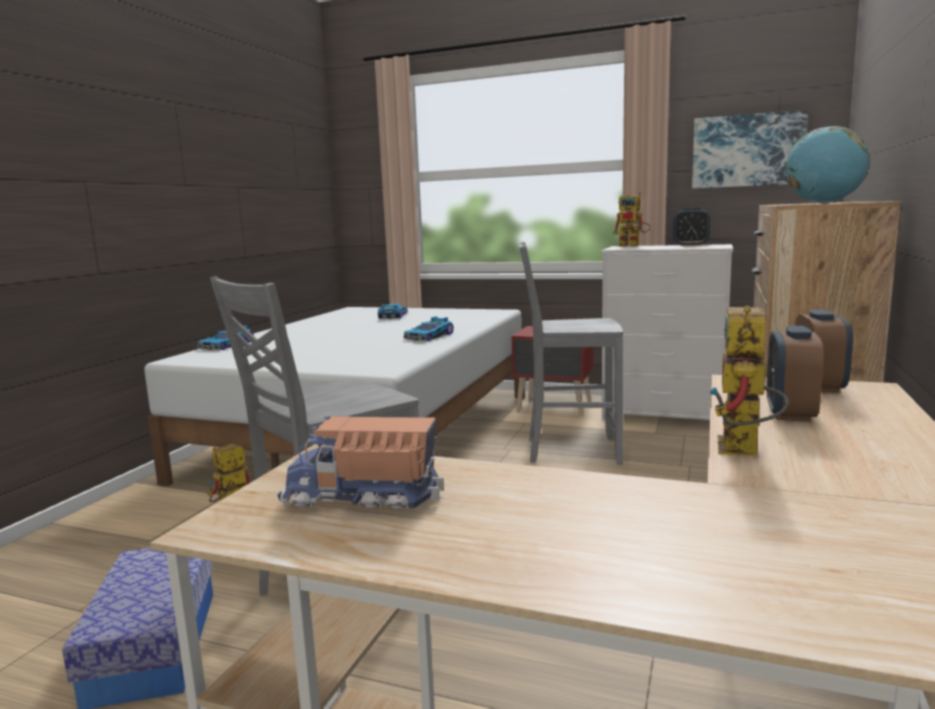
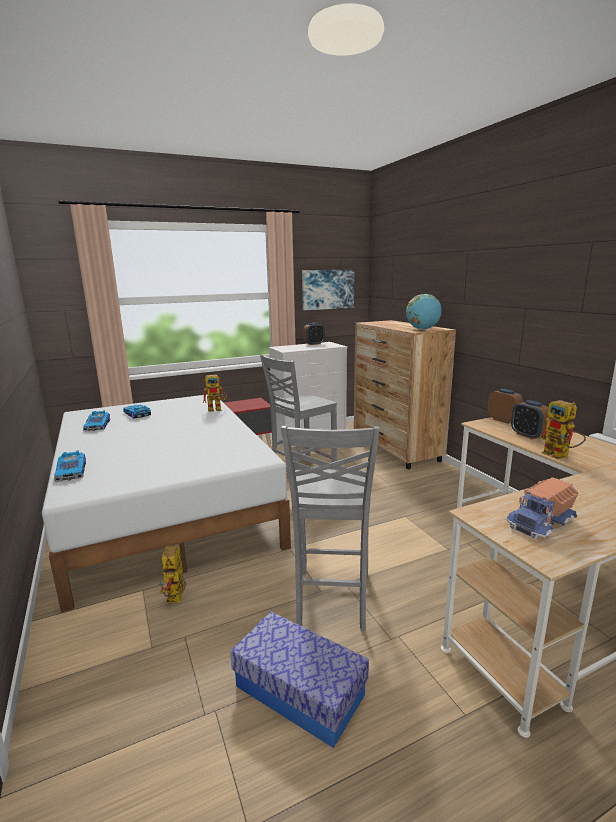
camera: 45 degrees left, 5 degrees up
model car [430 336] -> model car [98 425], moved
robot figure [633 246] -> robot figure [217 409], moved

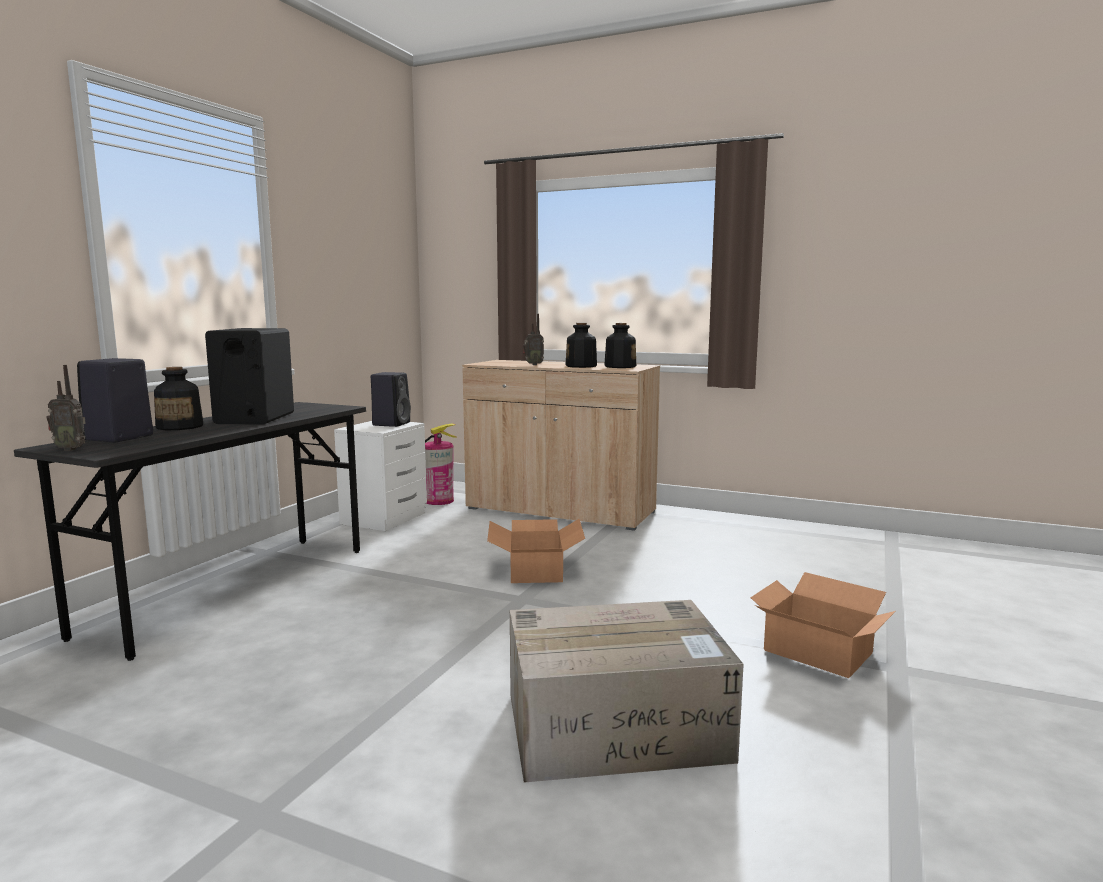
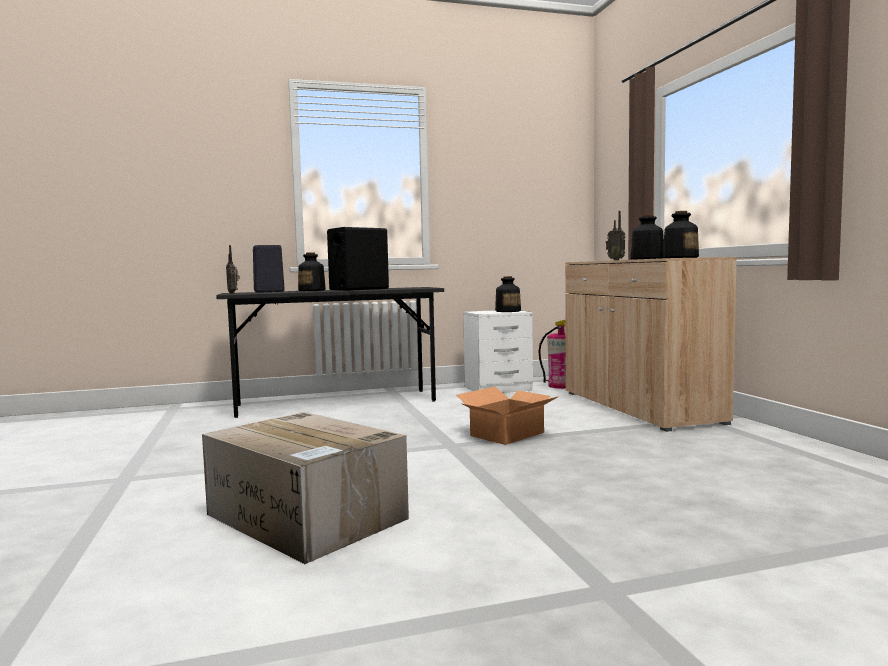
camera: 50 degrees right, 5 degrees down
packing box [818 652] -> none
blackish speaker [391 424] -> drink bottle [508 311]

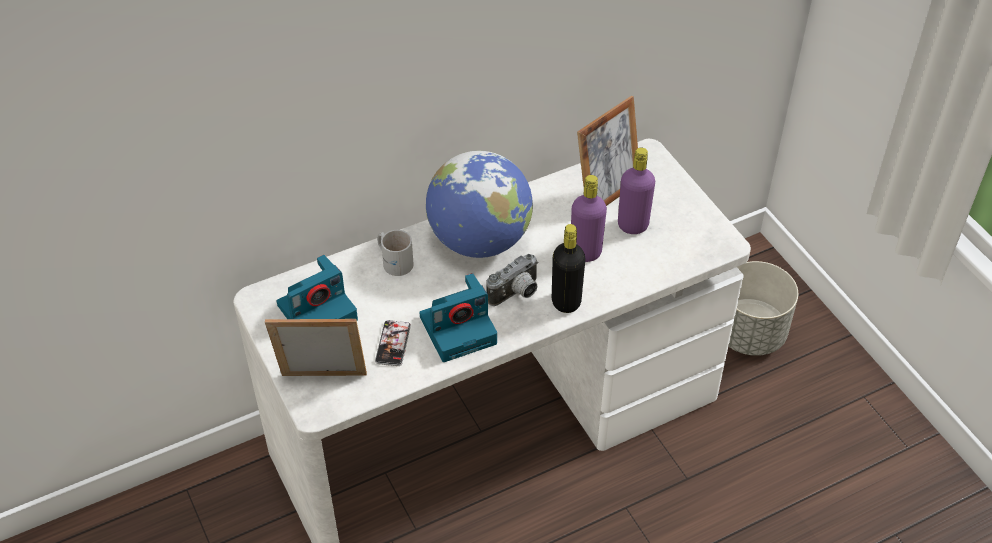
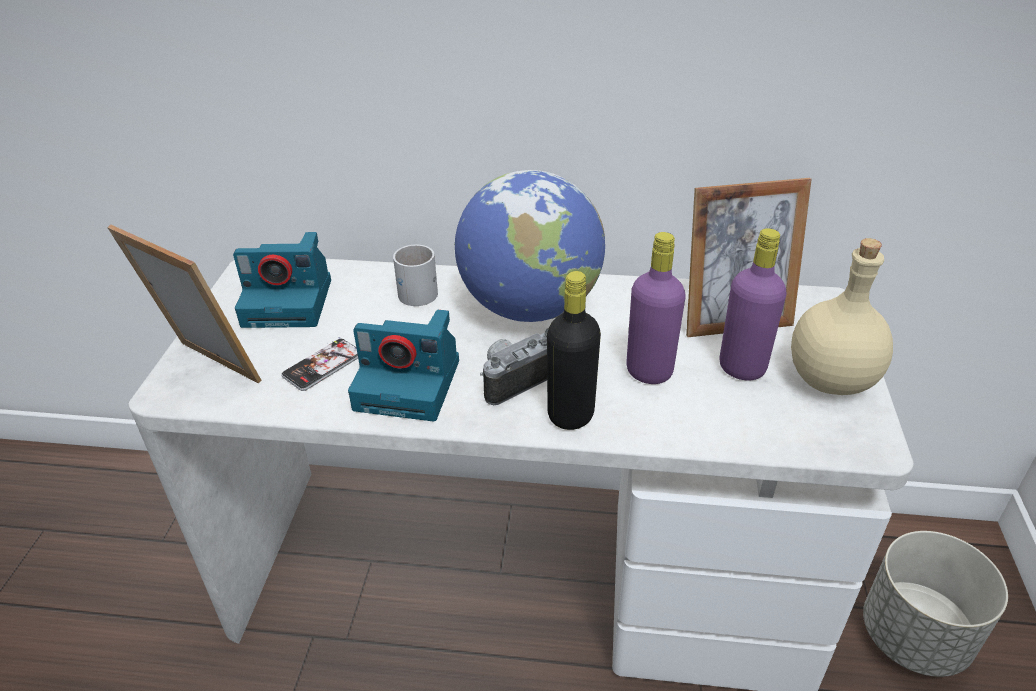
camera: 35 degrees right, 10 degrees down
none -> sand-coloured drink bottle [828 379]
photo camera [516 294] -> photo camera [516 378], 150 degrees clockwise

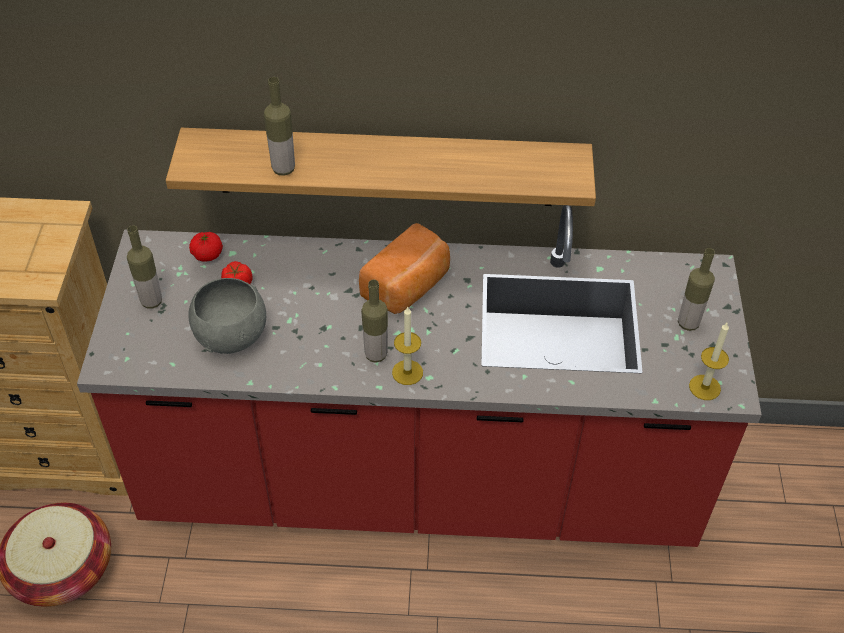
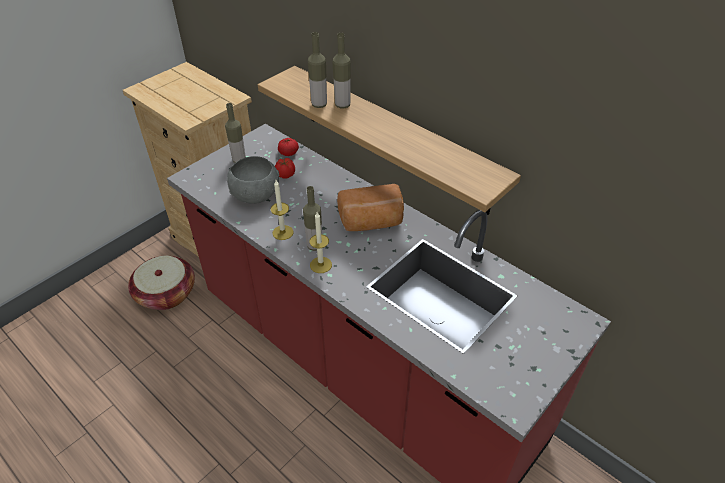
camera: 40 degrees right, 5 degrees down
drink bottle [688 323] -> drink bottle [342 105], moved
wax light [704 387] -> wax light [283 232], moved

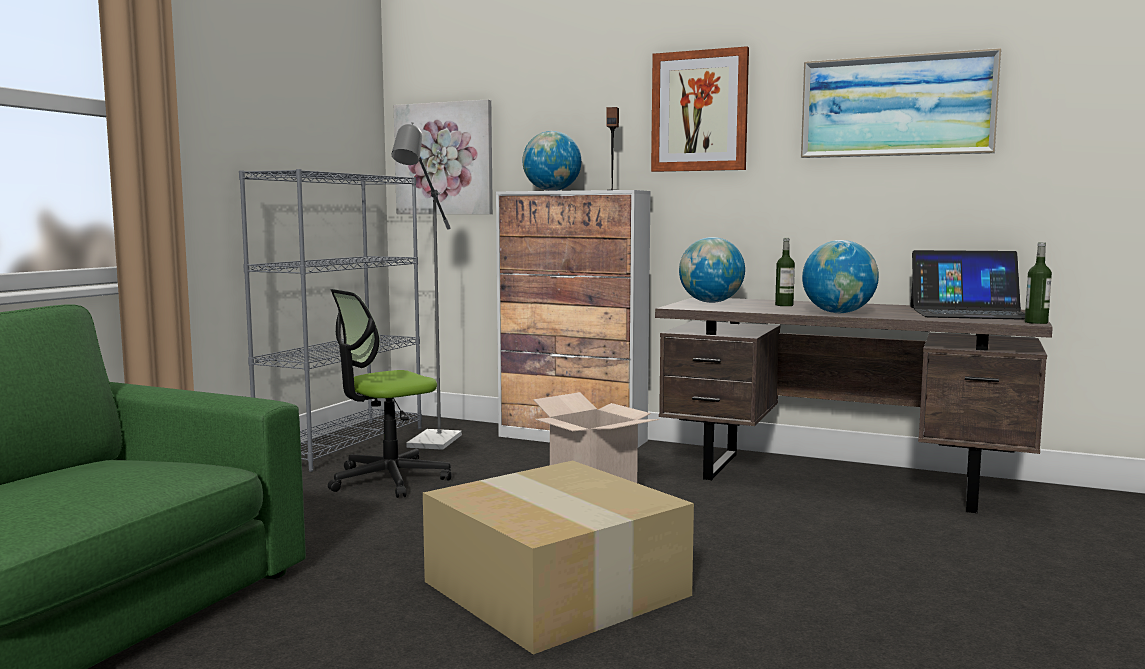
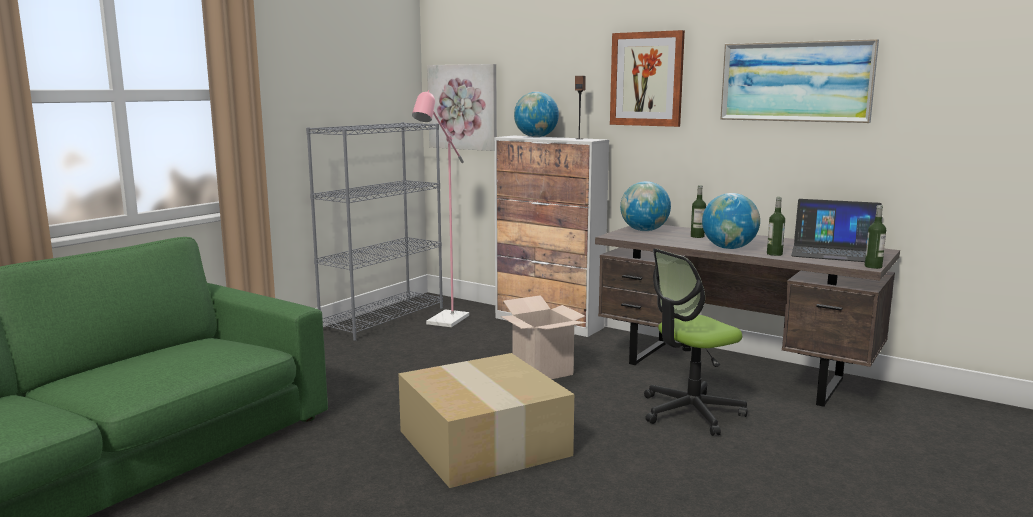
camera: 10 degrees right, 5 degrees up
none -> drink bottle [774 254]
computer chair [388 480] -> computer chair [690 412], moved
greyish floor lamp [430 444] -> pinkish floor lamp [444 322]

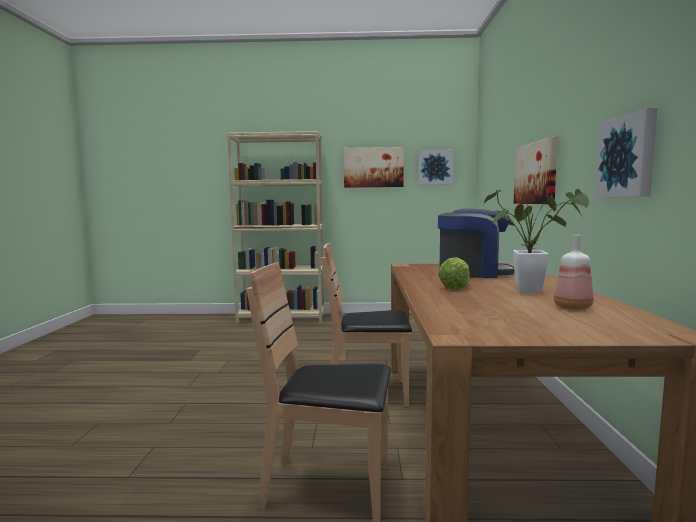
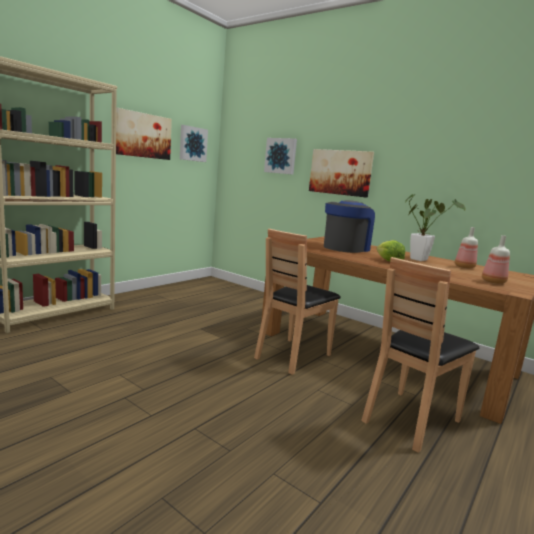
camera: 55 degrees left, 5 degrees up
none -> drink bottle [492 282]
wall picture [628 157] -> wall picture [281 156], moved

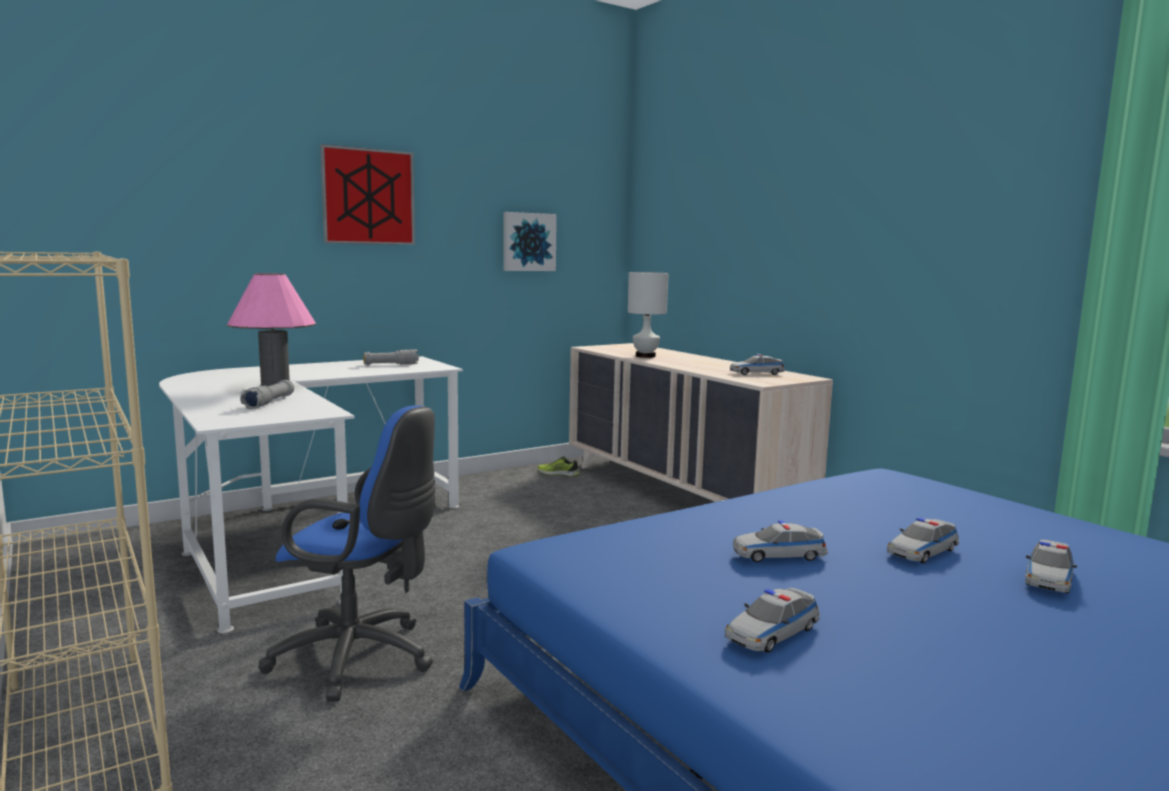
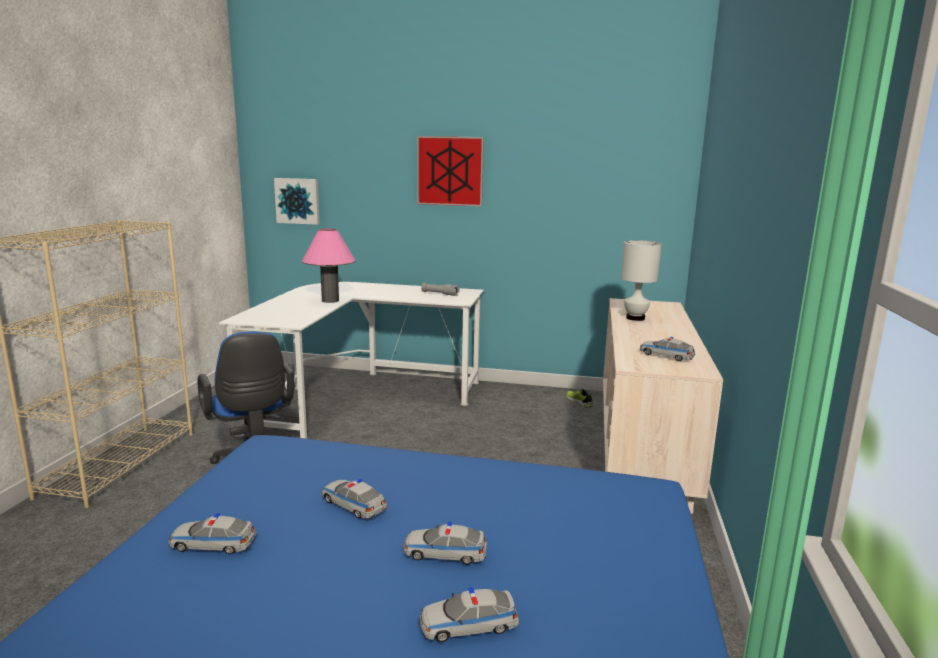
camera: 45 degrees right, 5 degrees up
greyish hand torch [269 403] -> none
wall picture [528 242] -> wall picture [298 201], moved

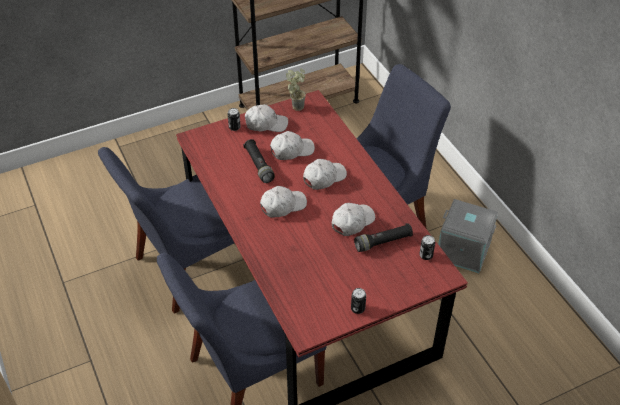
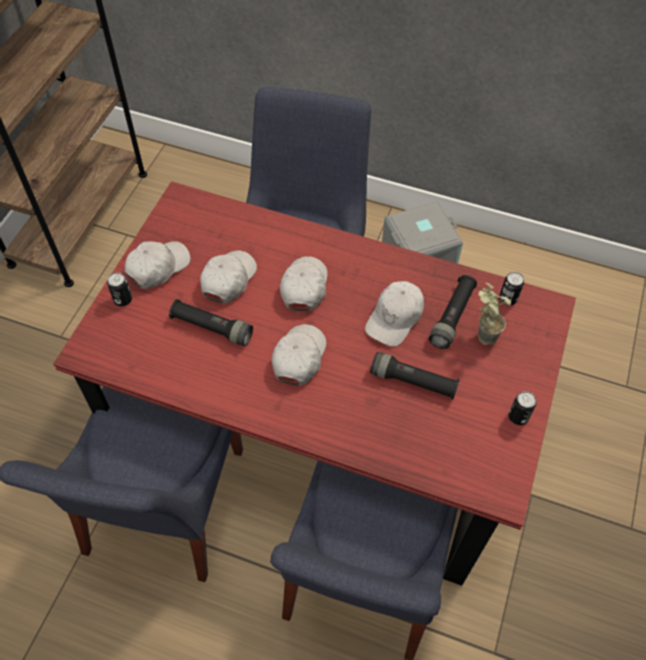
camera: 45 degrees left, 10 degrees up
none -> blackish hand torch [413 382]
potted plant [297 105] -> potted plant [481 334], moved
white baseball cap [352 222] -> white baseball cap [395 318], 150 degrees counterclockwise

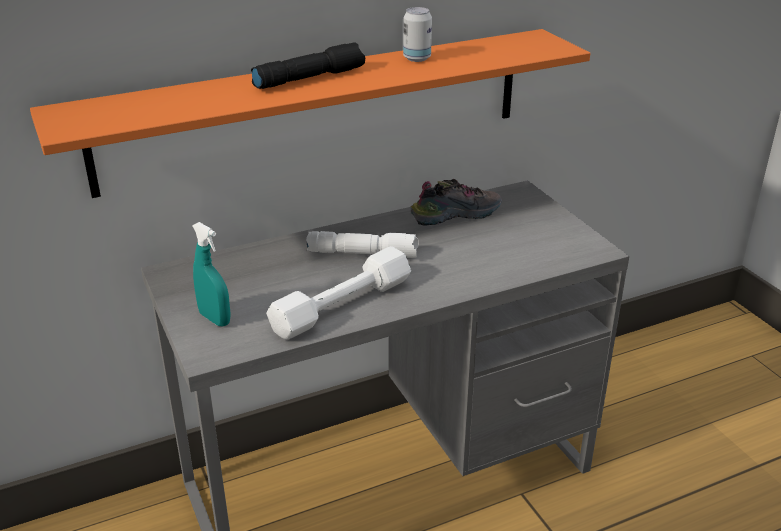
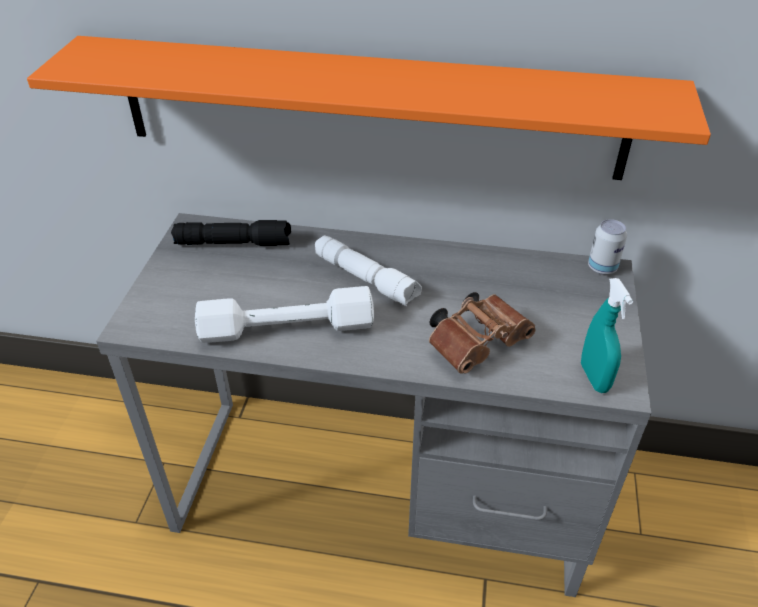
camera: 35 degrees right, 10 degrees up
low shoe [456 215] -> none
none -> brown field glasses [479 342]
turquoise-coloured spray bottle [215 319] -> turquoise-coloured spray bottle [594 378], moved
blackish hand torch [309 78] -> blackish hand torch [234 242], moved
can [417 58] -> can [602 268], moved

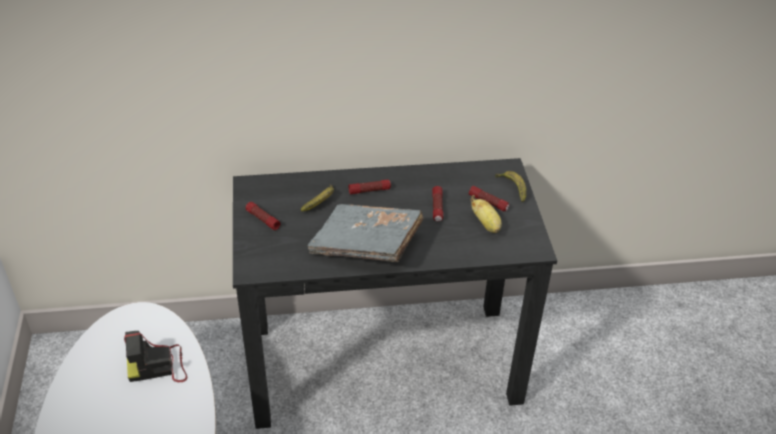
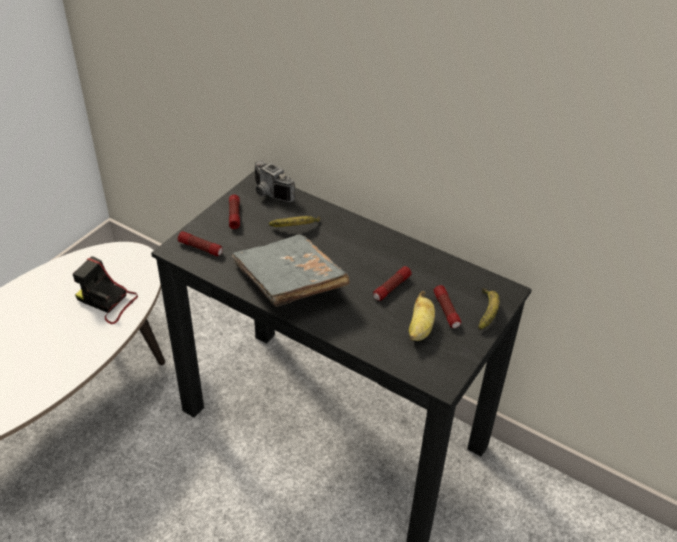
camera: 40 degrees right, 0 degrees up
none -> photo camera [269 194]
hand torch [369 190] -> hand torch [200 248], moved

